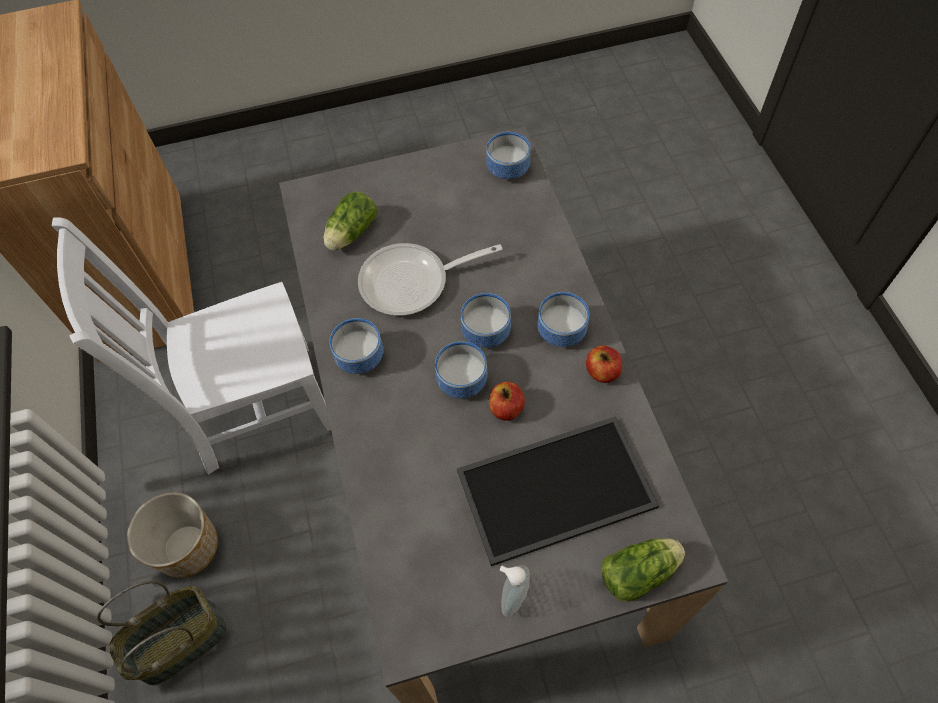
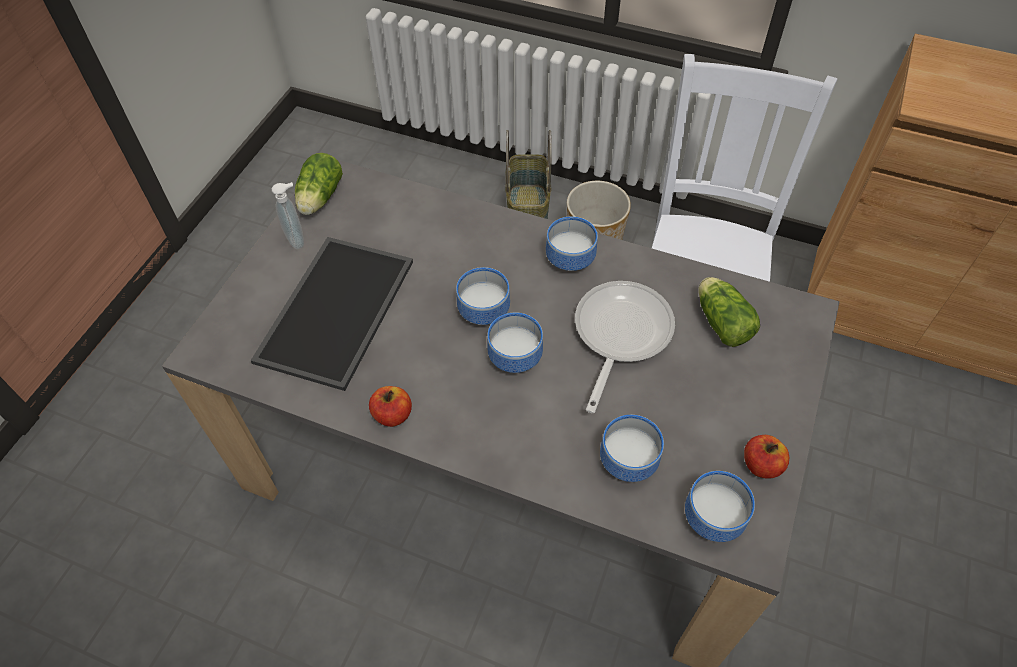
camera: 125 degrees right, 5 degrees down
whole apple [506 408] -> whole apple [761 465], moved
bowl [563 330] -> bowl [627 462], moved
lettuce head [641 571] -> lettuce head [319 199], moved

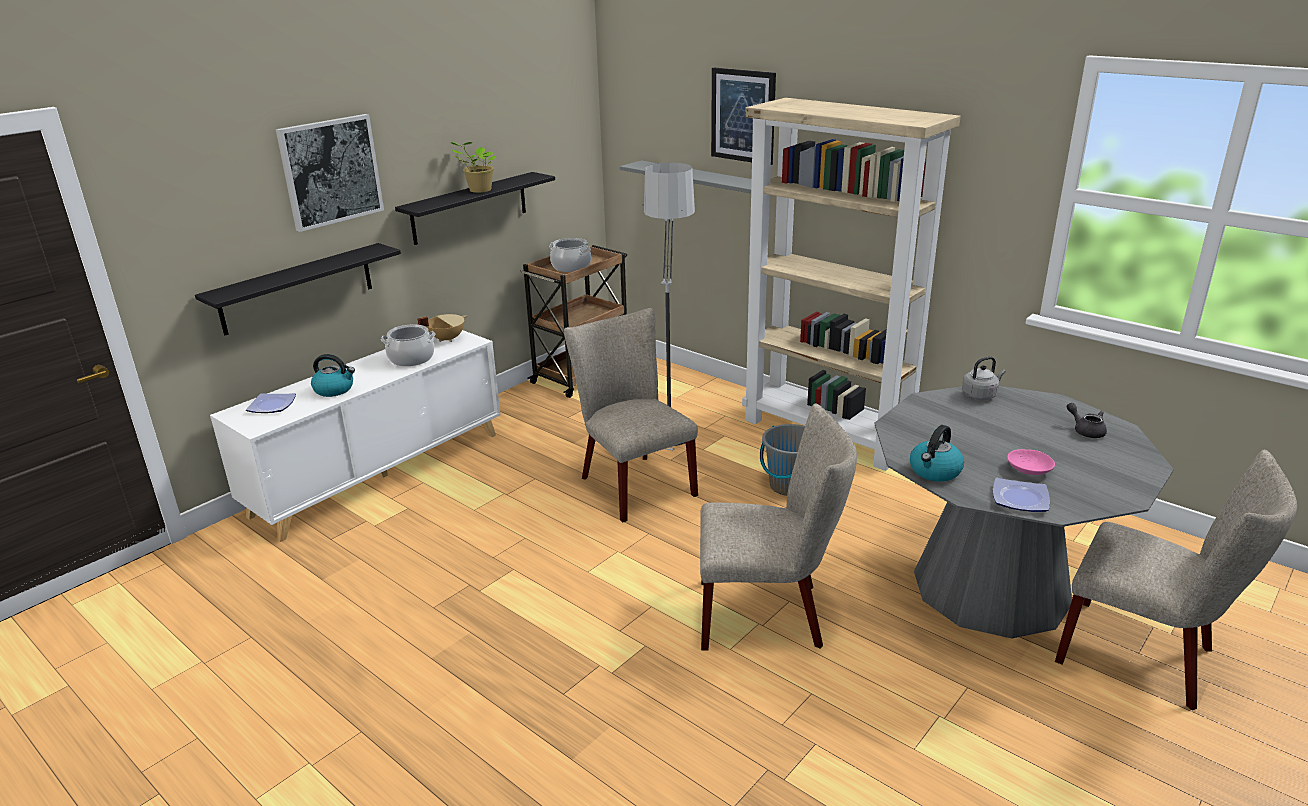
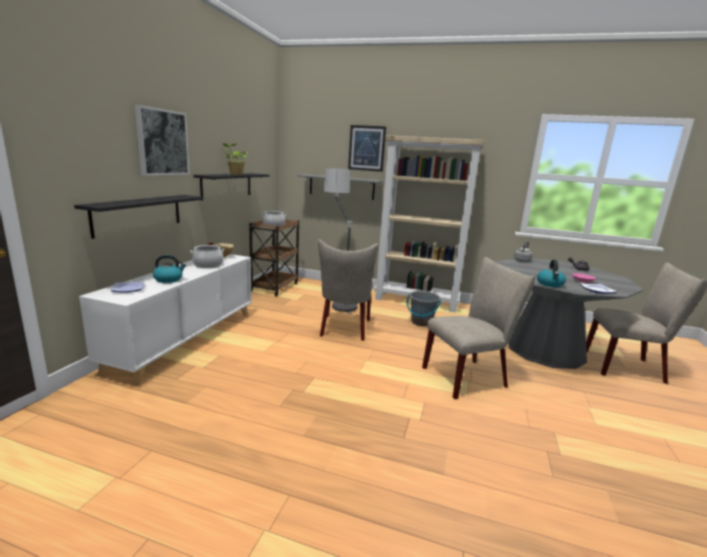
camera: 25 degrees left, 10 degrees down
sand-coloured chair [632 483] -> sand-coloured chair [344 329], 120 degrees counterclockwise

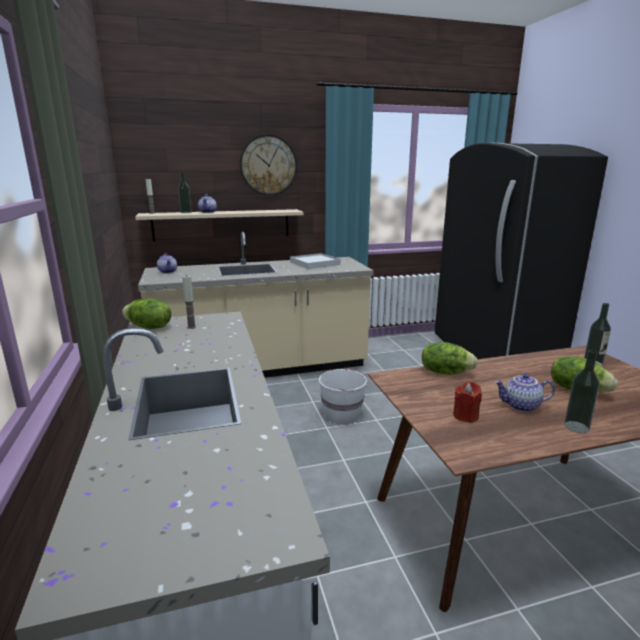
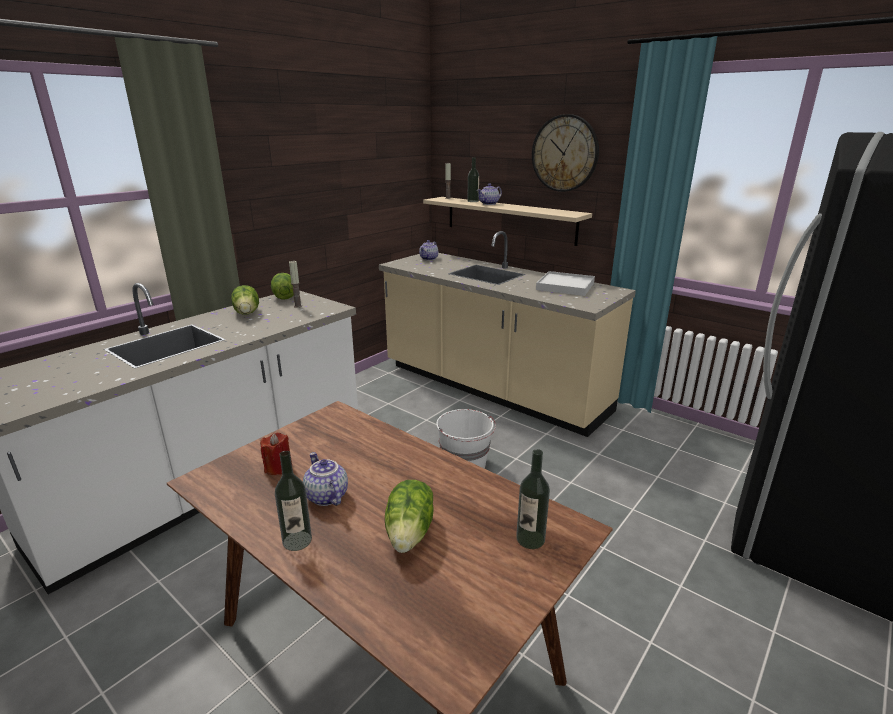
camera: 55 degrees right, 5 degrees up
lettuce head [445 372] -> lettuce head [248 313], moved

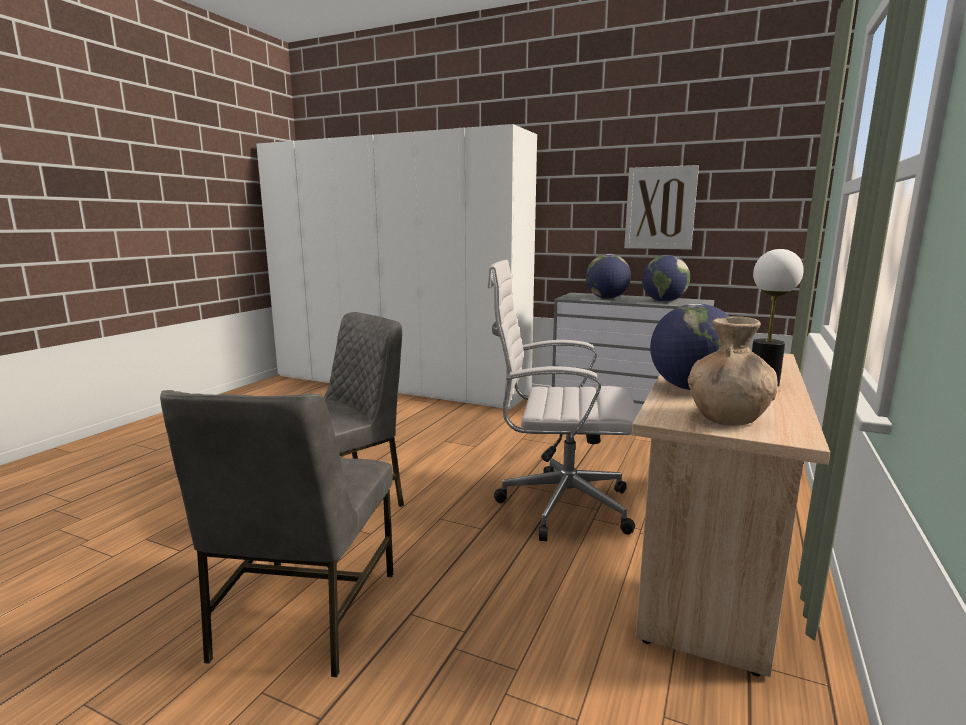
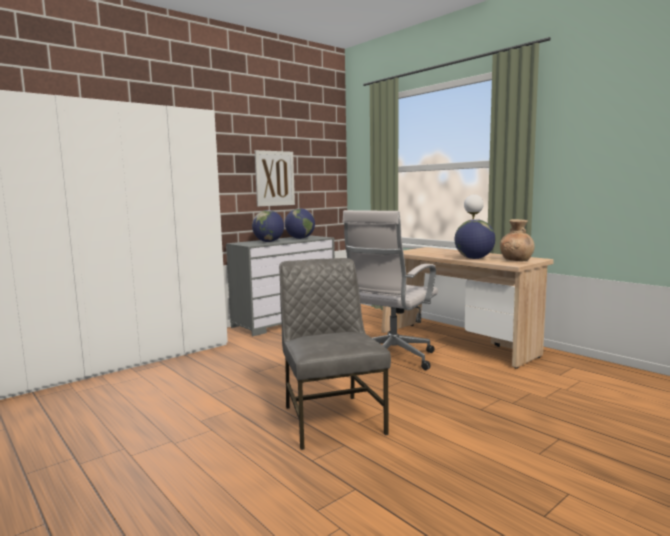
camera: 65 degrees left, 5 degrees down
greyish chair [303 615] -> none

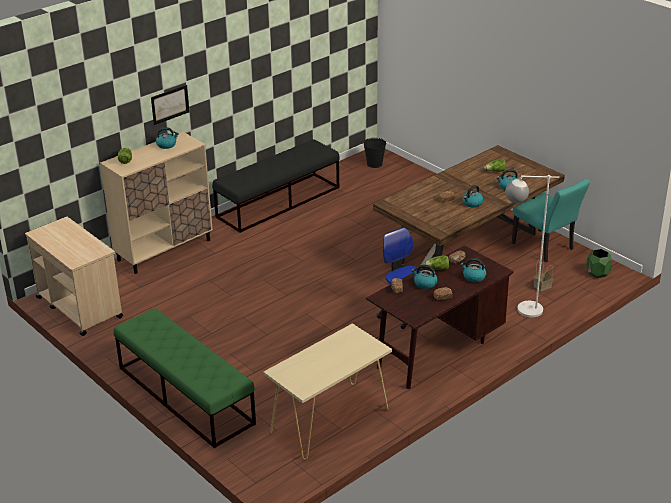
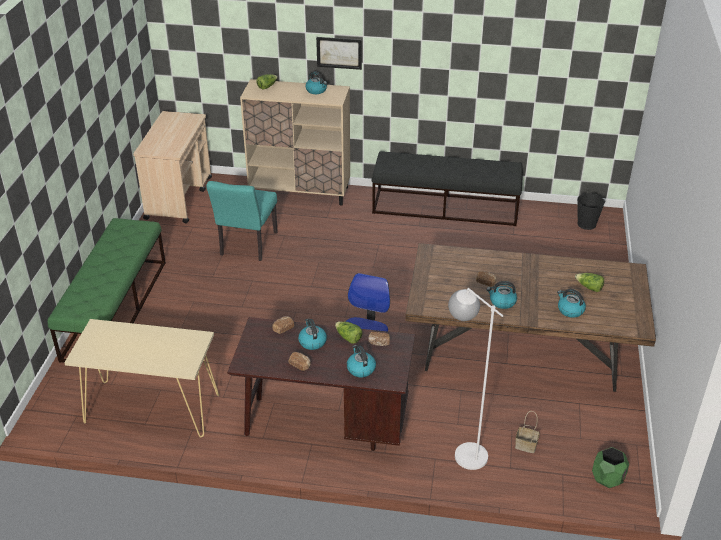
camera: 50 degrees right, 5 degrees up
turquoise-coloured chair [546 248] -> turquoise-coloured chair [246 246], moved

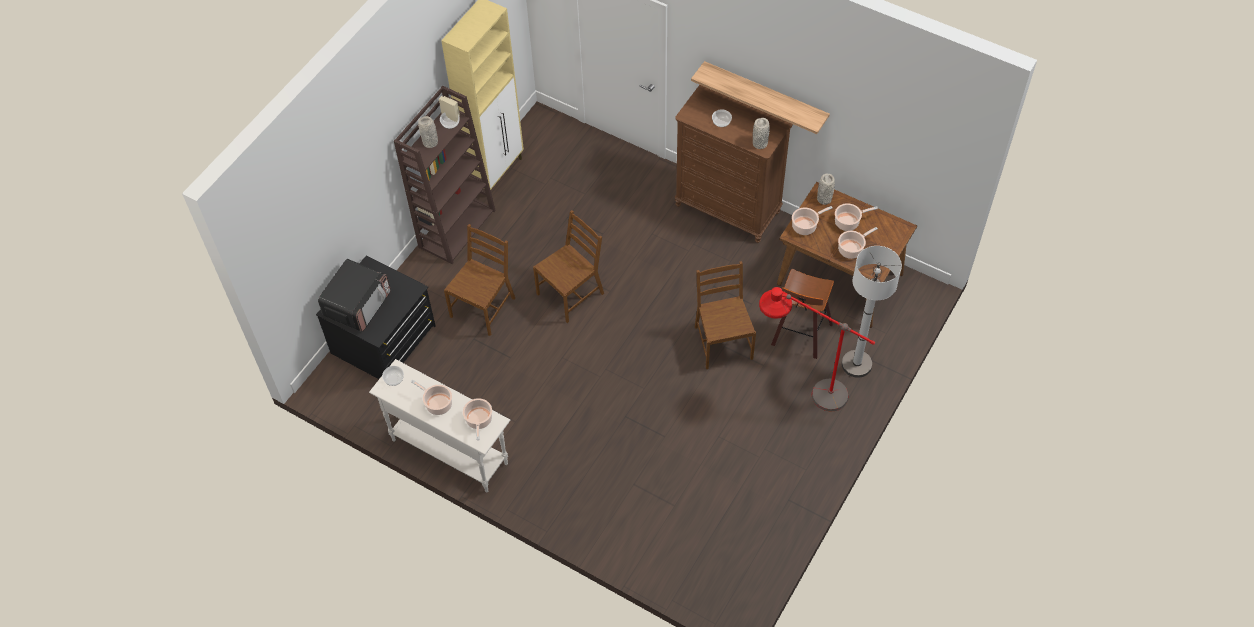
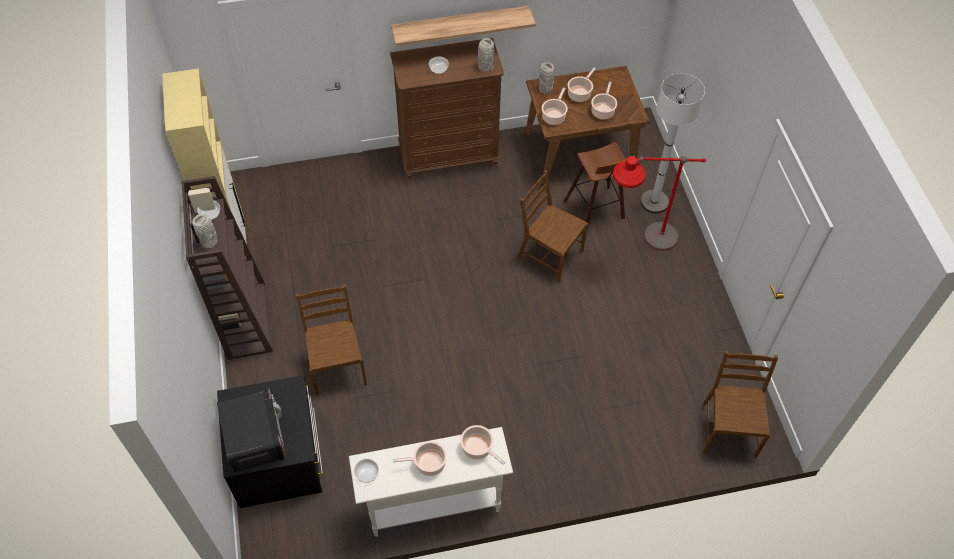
camera: 45 degrees left, 0 degrees up
brown chair [571 294] -> brown chair [728 429], moved

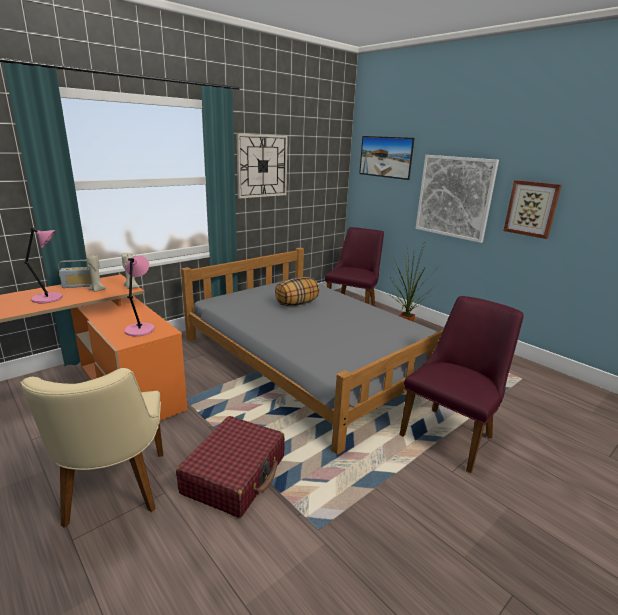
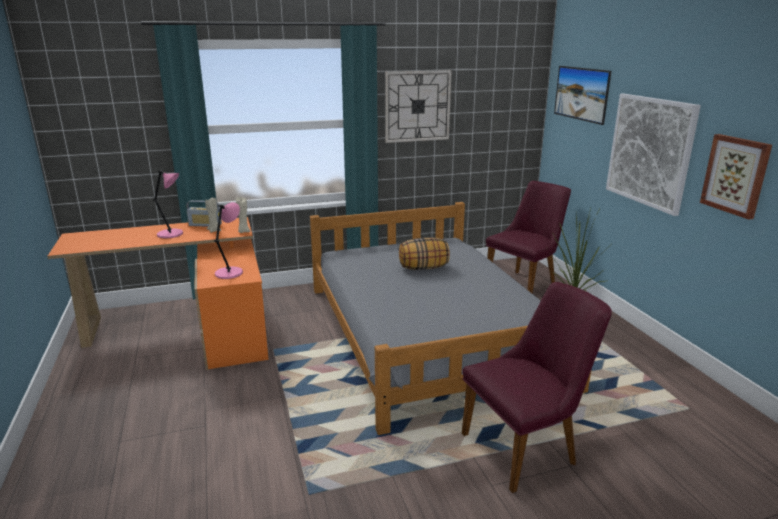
camera: 25 degrees right, 0 degrees up
sand-coloured chair [113 495] -> none
reddish piece of luggage [235 474] -> none

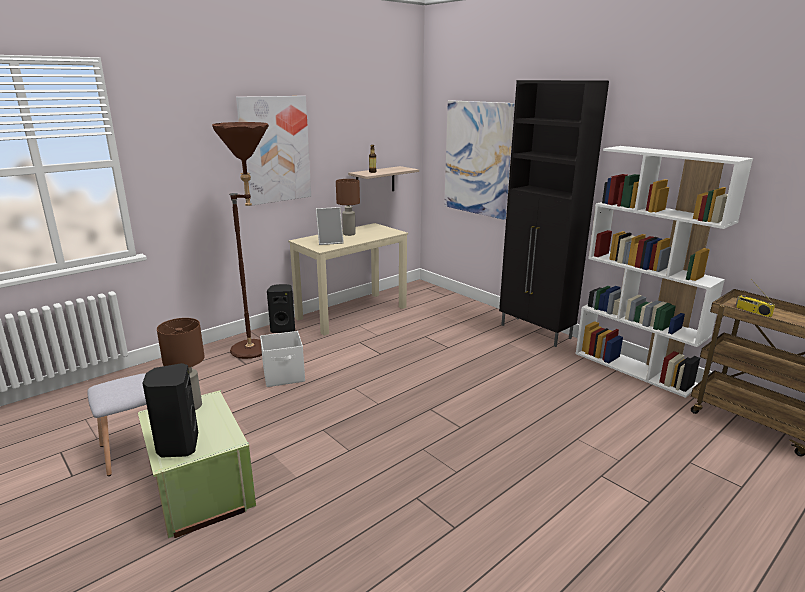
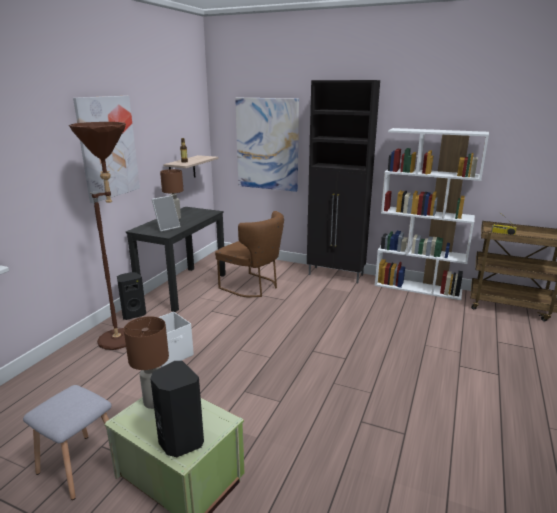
camera: 25 degrees left, 0 degrees up
none -> brown chair [253 287]
sand-coloured desk table [352 313] -> blackish desk table [184 287]

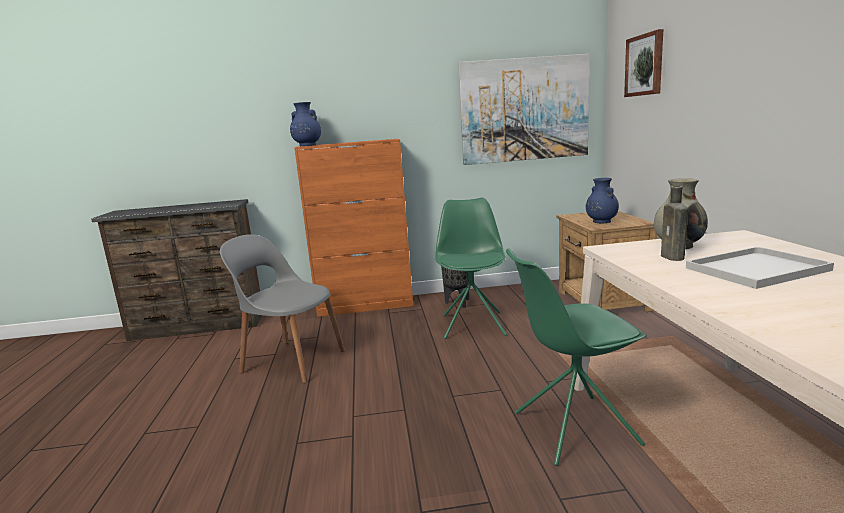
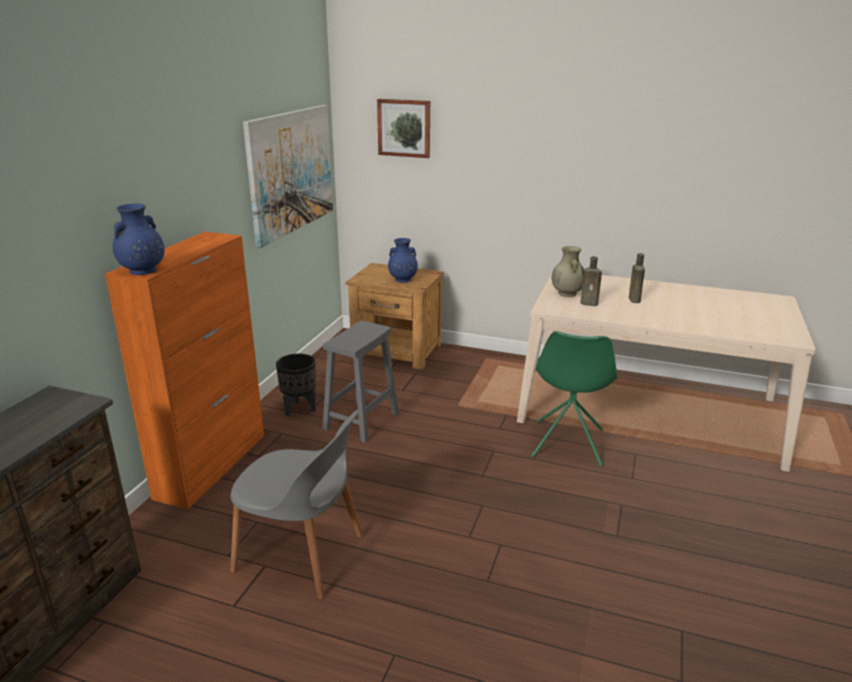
camera: 65 degrees left, 10 degrees up
greenish chair [473 324] -> greyish stool seat [362 420]
white serving tray [755 270] -> brown drink bottle [634 299]
greyish chair [291 360] -> greyish chair [302 555], 120 degrees counterclockwise

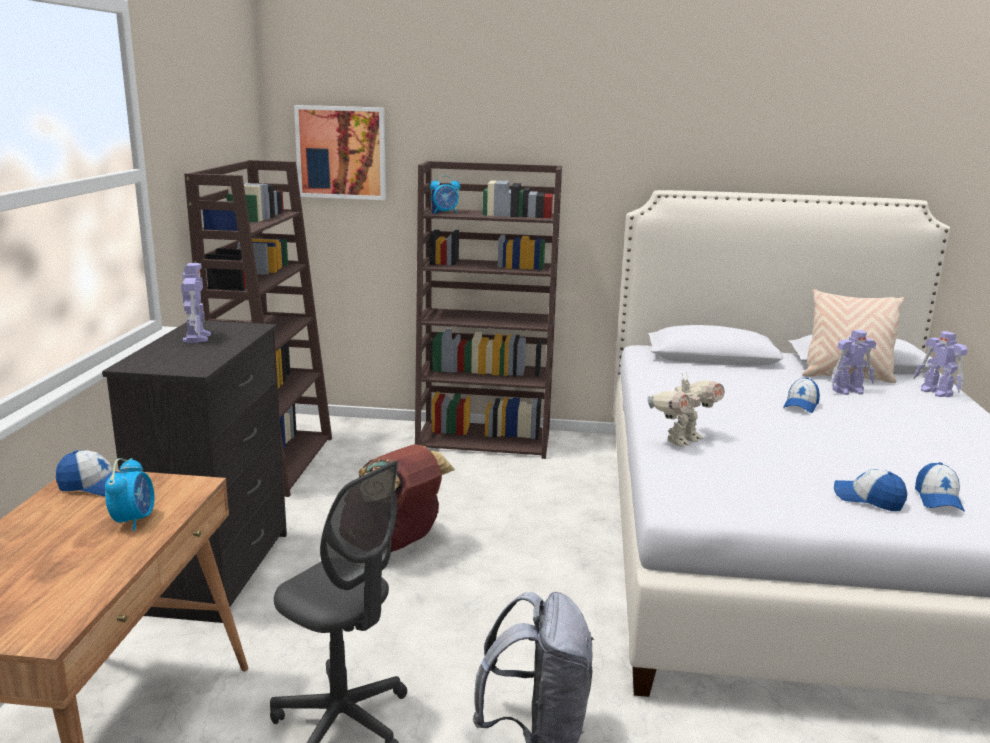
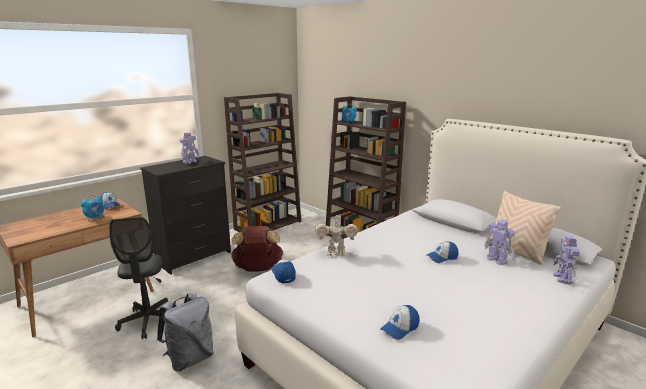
camera: 40 degrees right, 0 degrees up
wall picture [341 152] -> none
baseball cap [868 499] -> baseball cap [283 274], moved
robot figure [849 391] -> robot figure [496 260], 150 degrees counterclockwise

